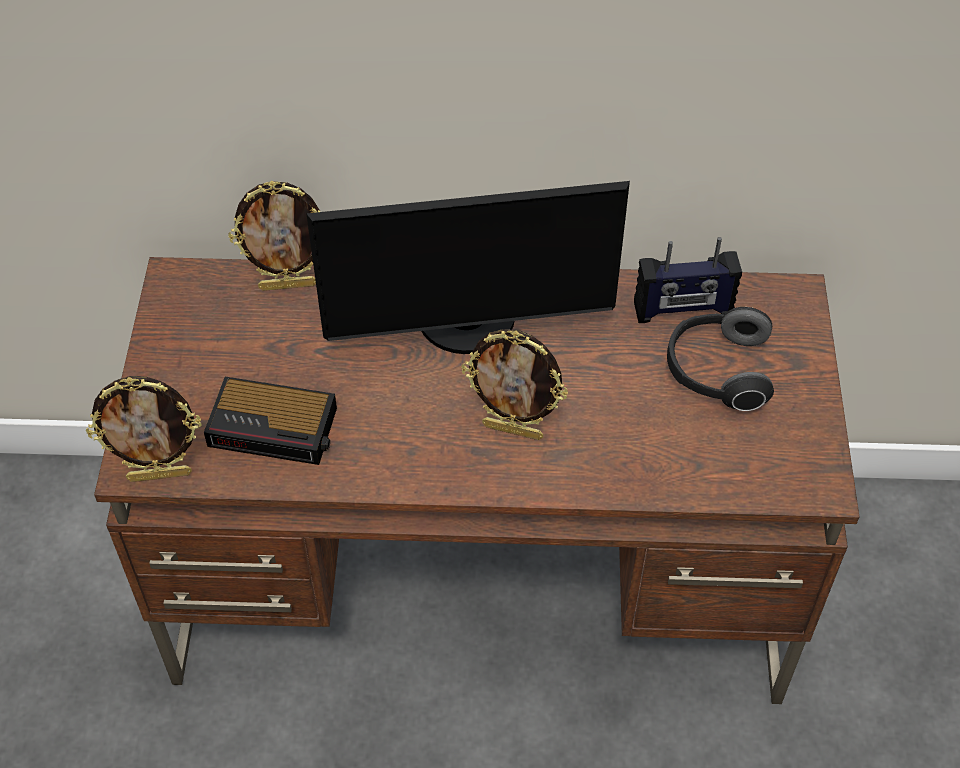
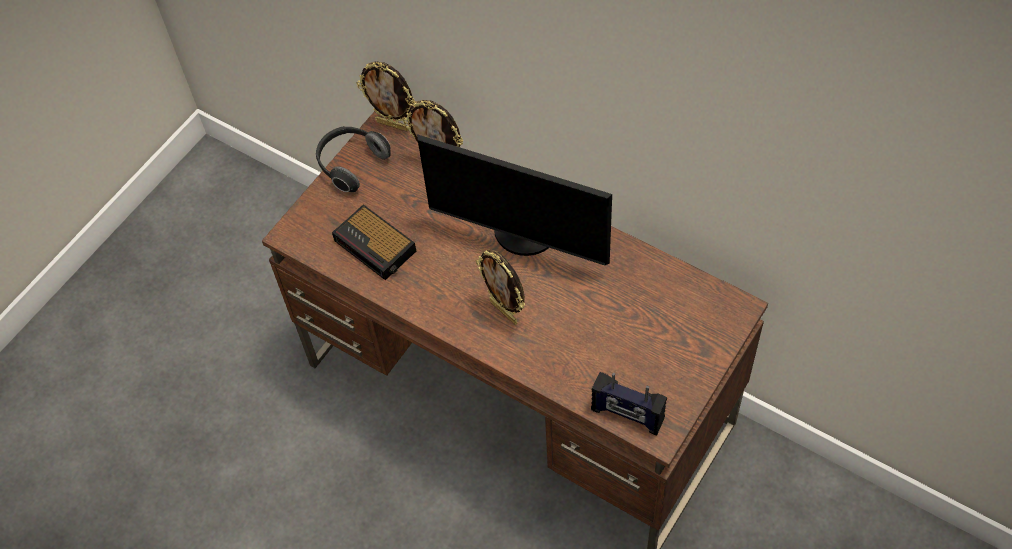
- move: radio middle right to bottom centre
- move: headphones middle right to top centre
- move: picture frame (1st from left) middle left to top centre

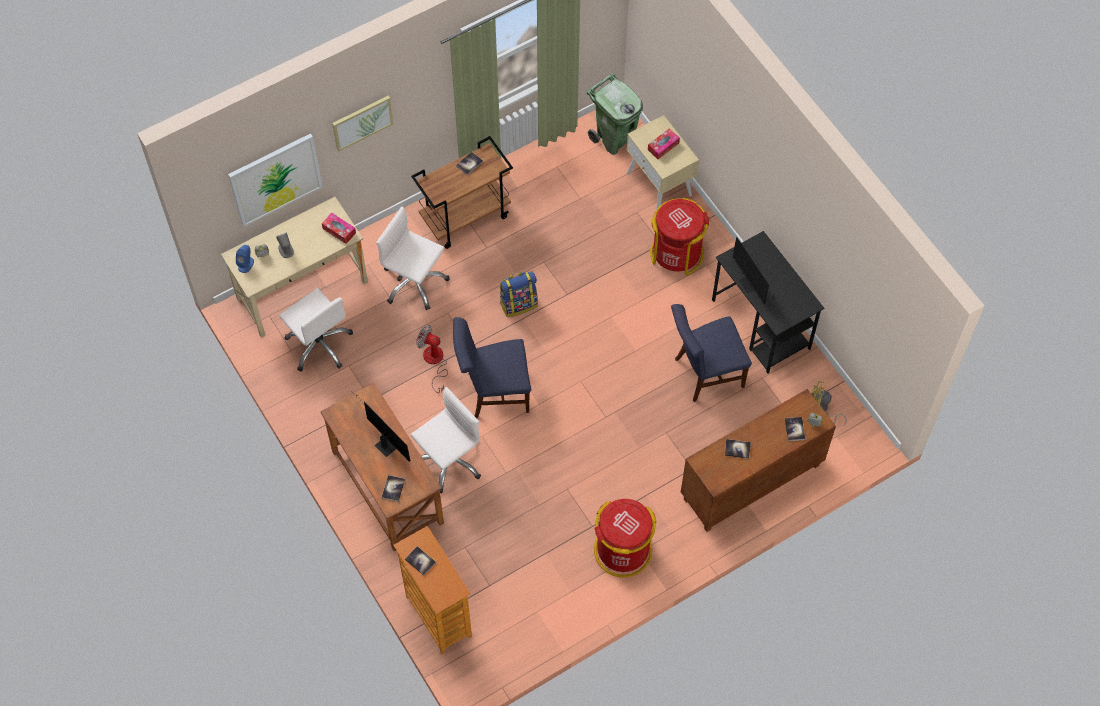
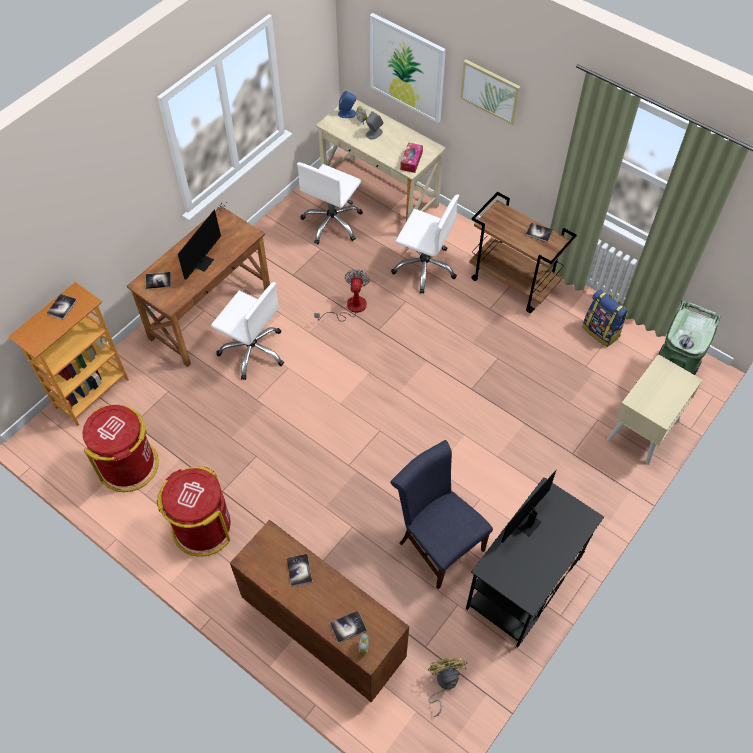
- delete: tissue box (2nd from left) top centre
- move: trash can (red) (2nd from left in the first image) centre to trash can (red) (1st from left) middle left
- rotate: office chair (white) (2nd from left in the first image) centre = top centre 105 degrees clockwise
- move: backpack centre to middle right
- delete: chair (blue) (1st from left) centre

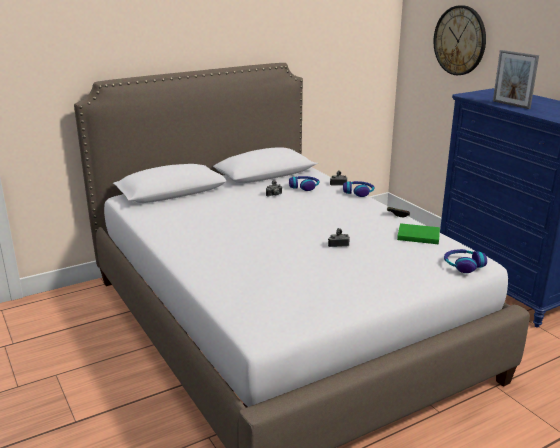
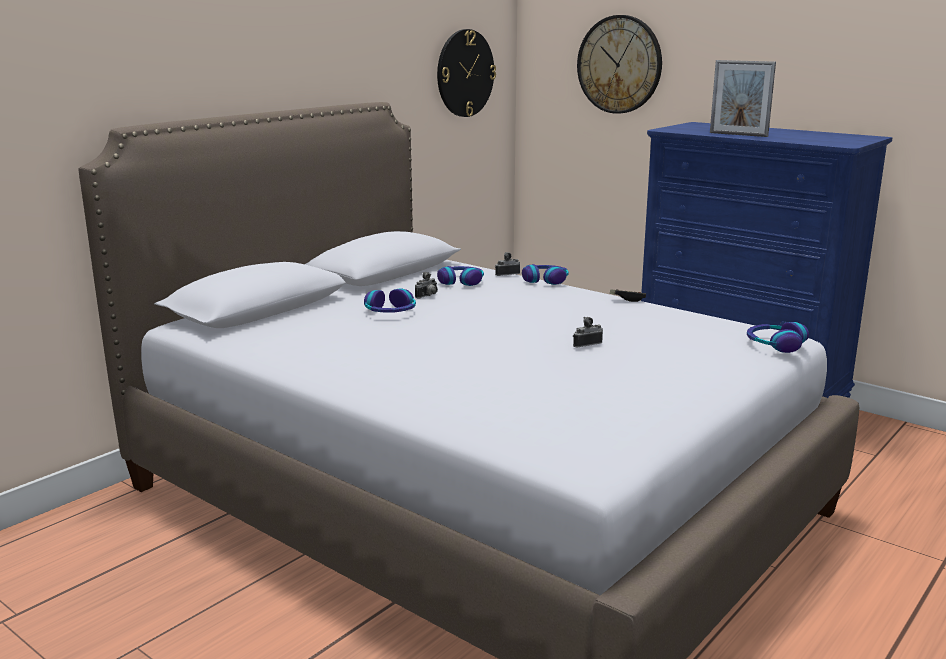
- delete: book (green) middle right
- insert: wall clock (1st from left) top centre
- insert: headphones (1st from left) centre

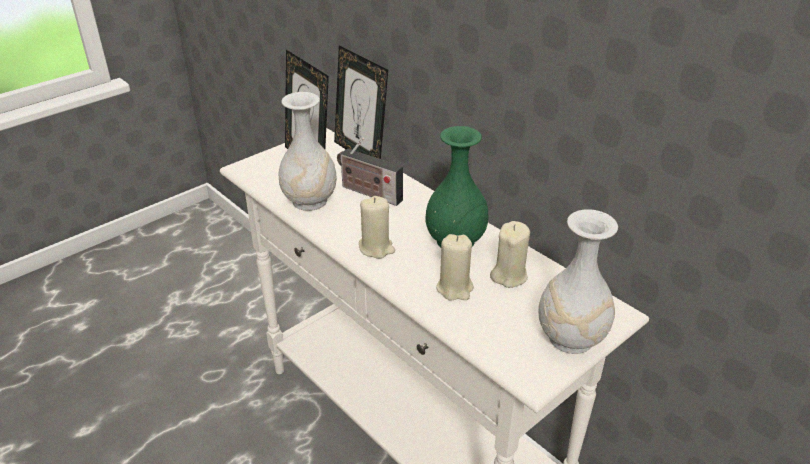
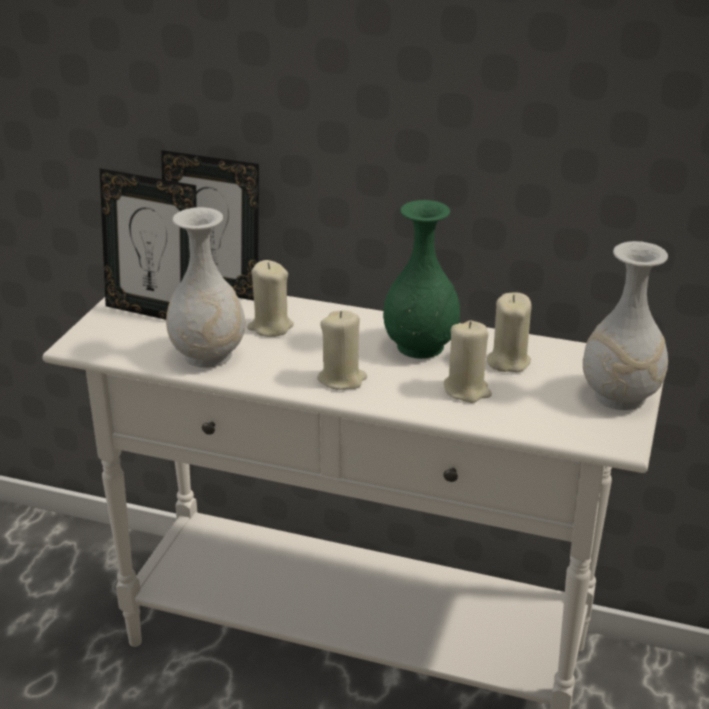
- replace: radio centre to candle (beige) (1st from left) centre

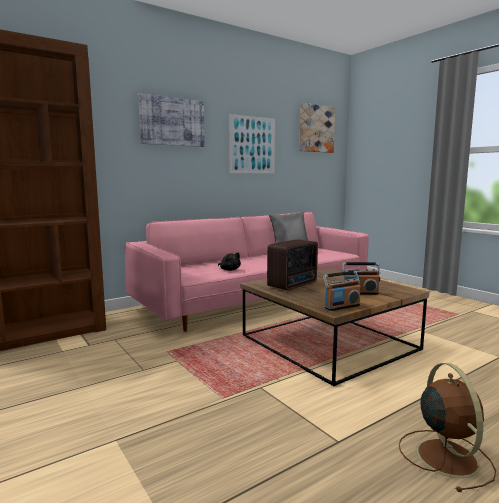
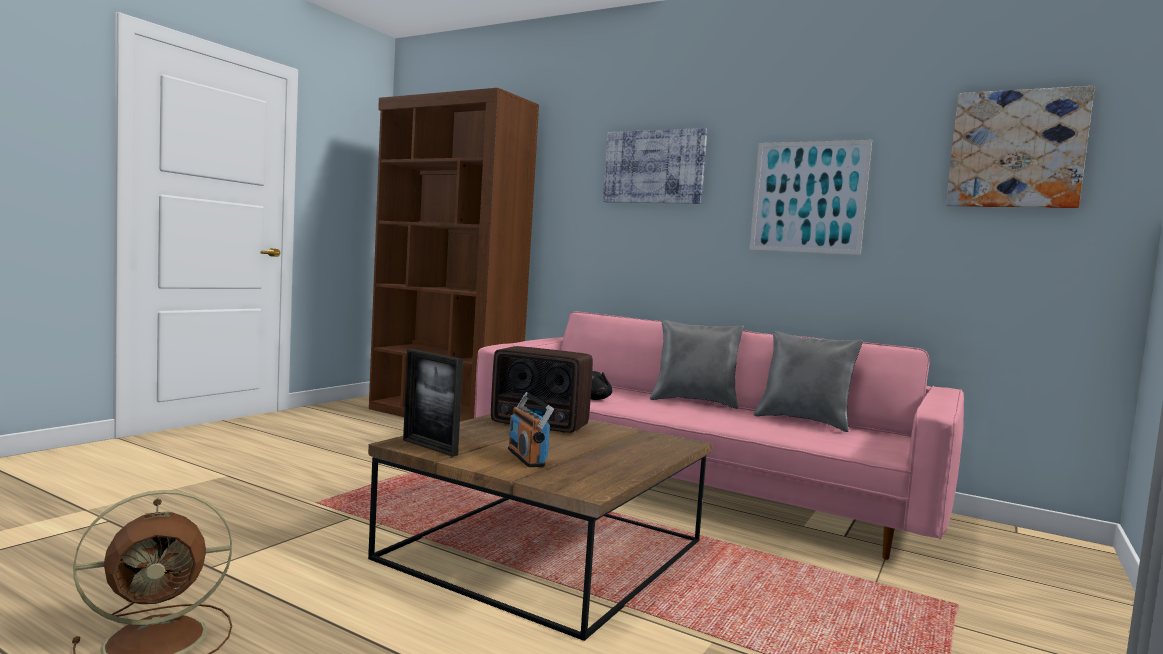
- replace: radio (2nd from left) middle right to picture frame centre
- insert: pillow (grey) (1st from left) centre

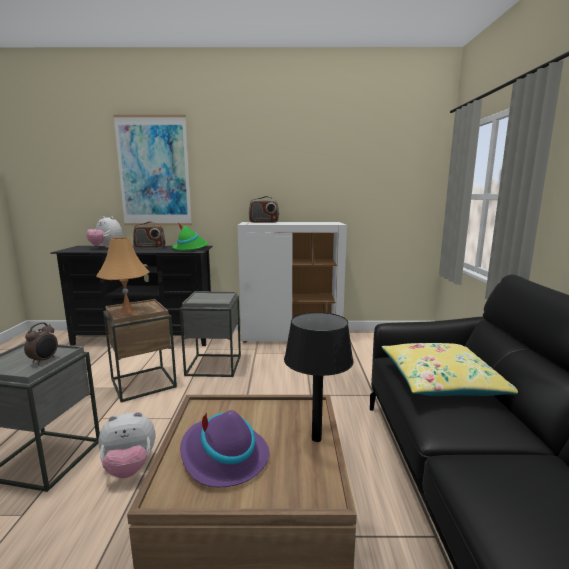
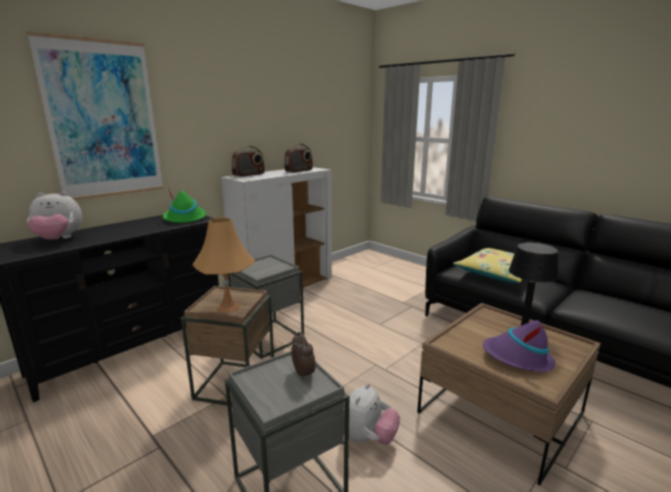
- move: radio (1st from left in the first image) middle left to radio (2nd from left) top centre

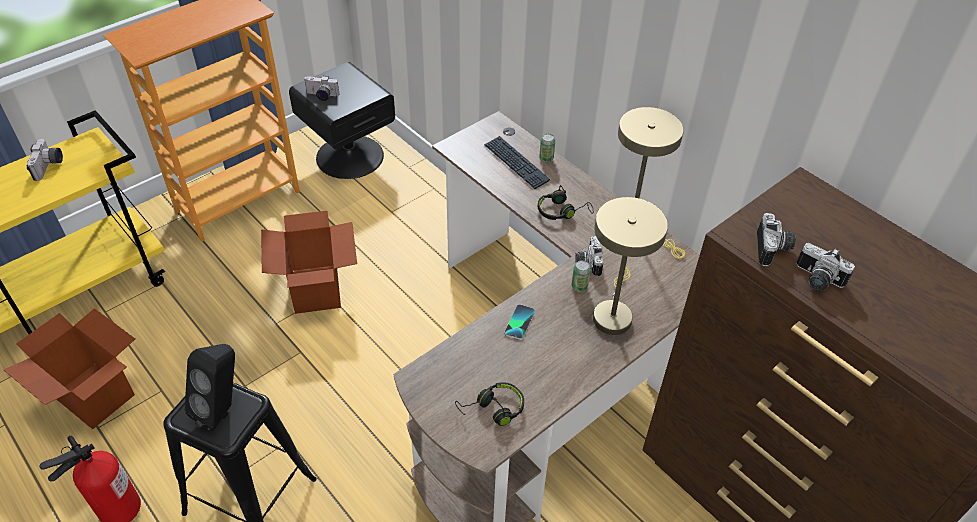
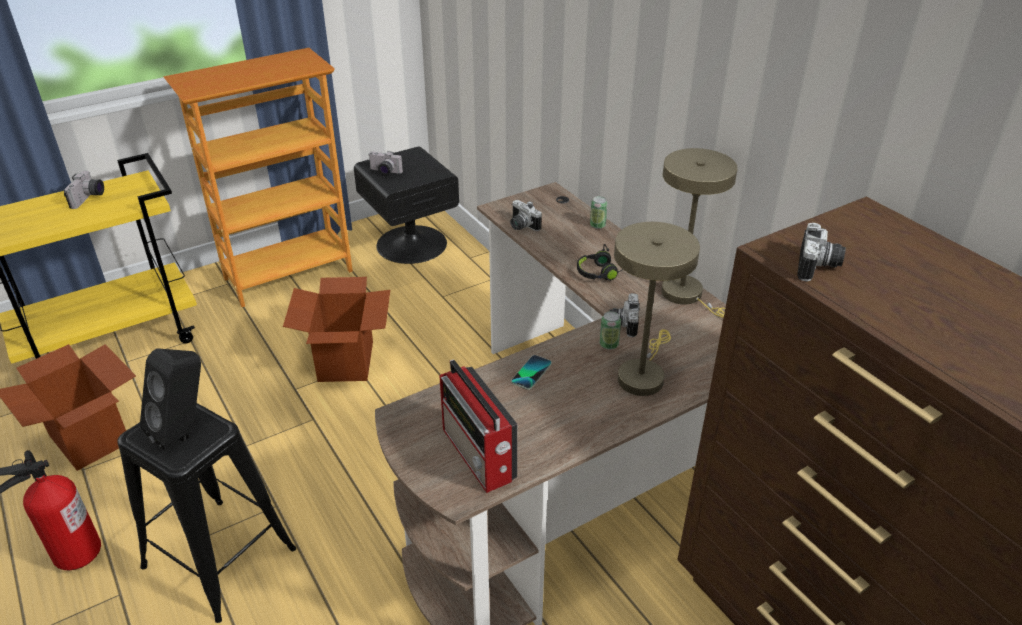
- delete: keyboard top centre
- move: photo camera (5th from left in the first image) middle right to photo camera (3rd from left) centre
- replace: headphones (black) (1st from left) bottom centre to radio bottom centre

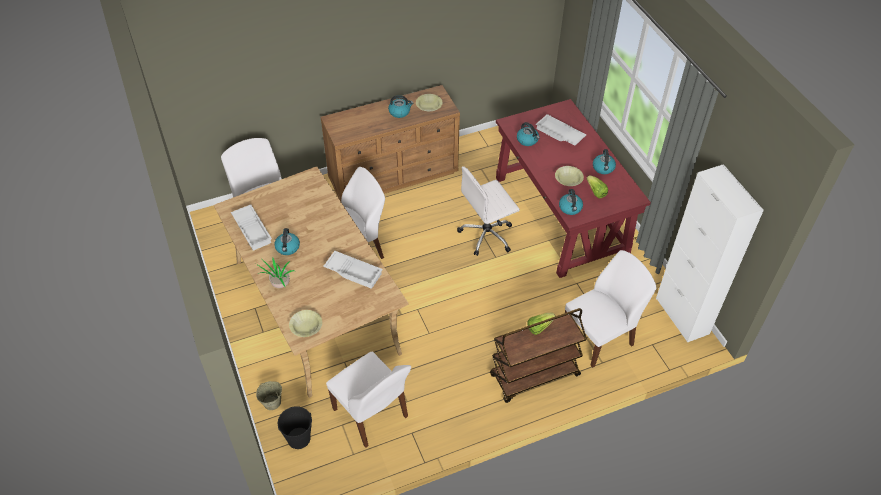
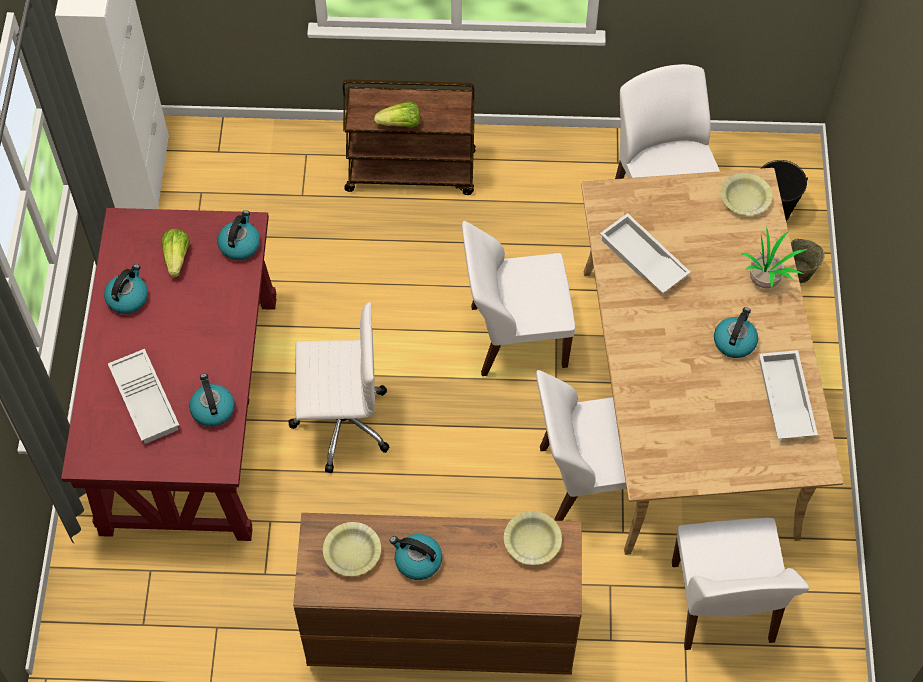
- move: bowl (yellow) (3rd from left in the first image) centre to bowl (yellow) (2nd from left) bottom centre
- move: chair (white) (4th from left in the first image) middle right to chair (white) (1st from left) centre

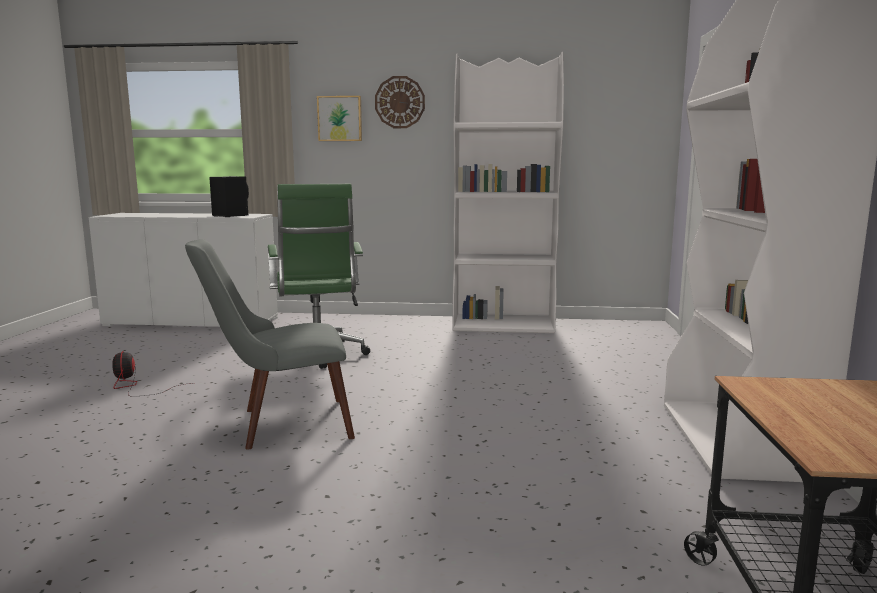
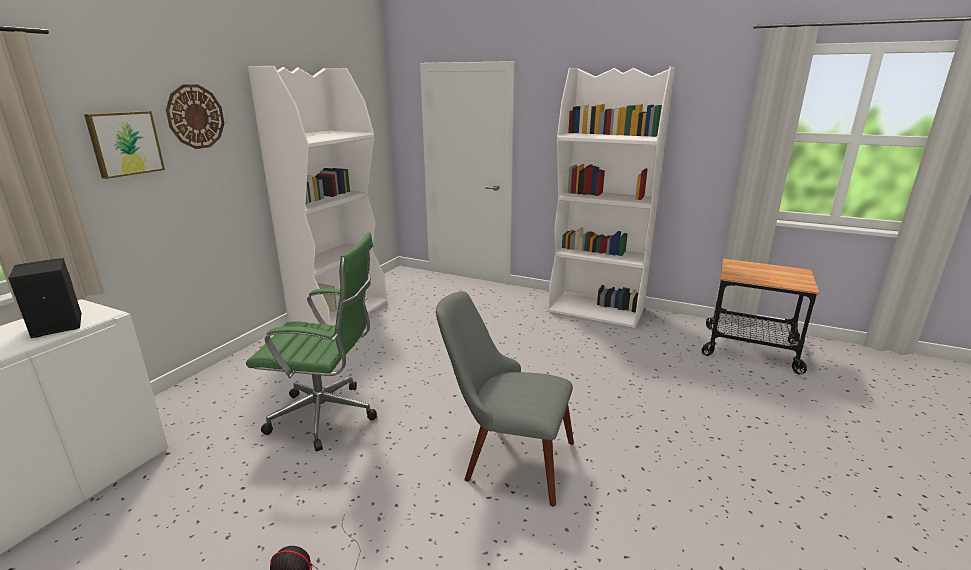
- rotate: chair (grey) middle left = bottom centre 105 degrees clockwise

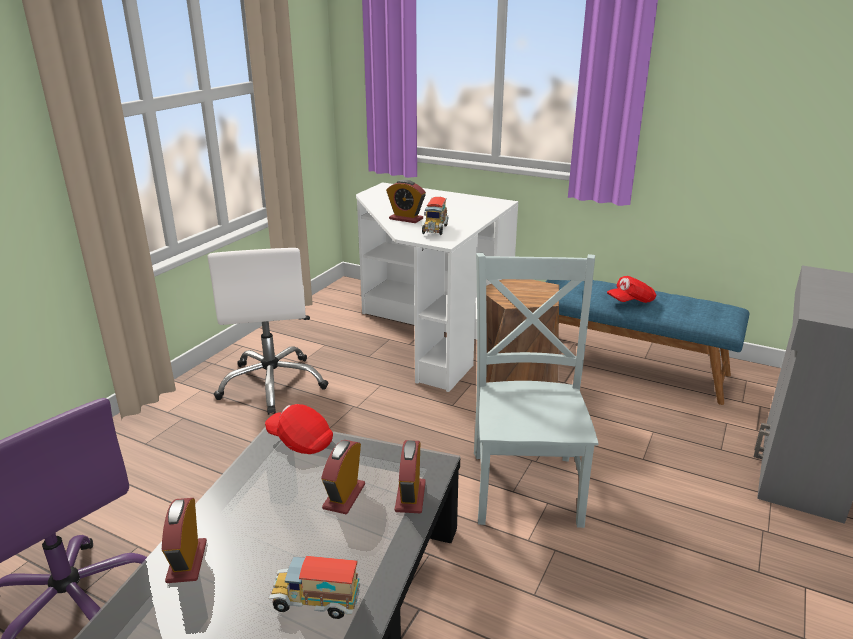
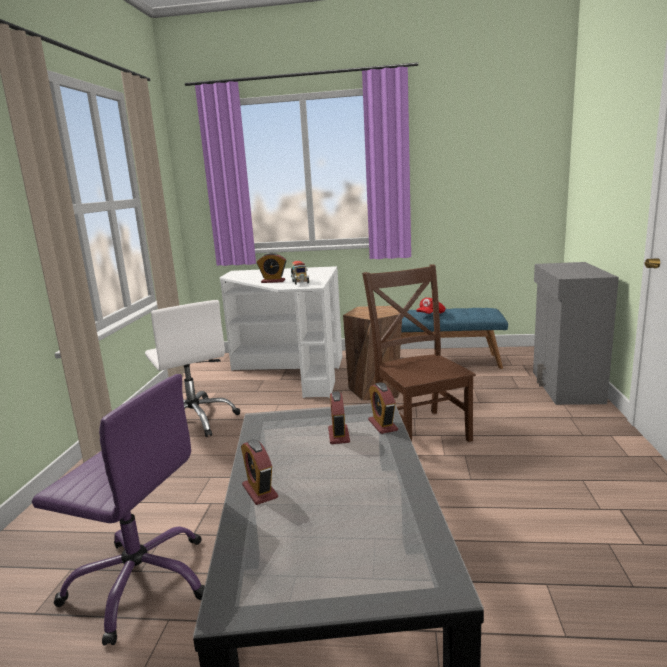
- recolor: chair (grey) centre to chair (brown) centre
- delete: cap (red) (1st from left) bottom centre
- delete: toy truck (1st from left) bottom centre

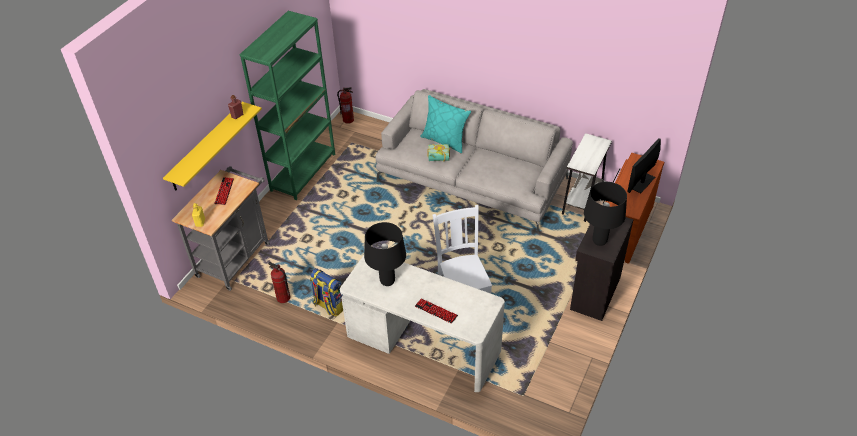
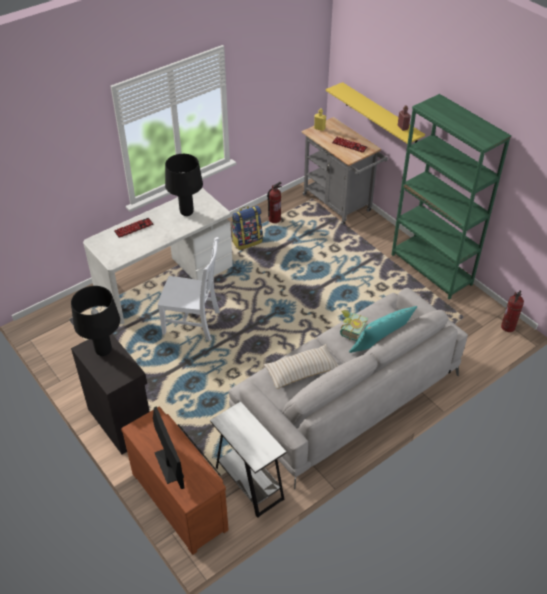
- insert: pillow (beige) centre

